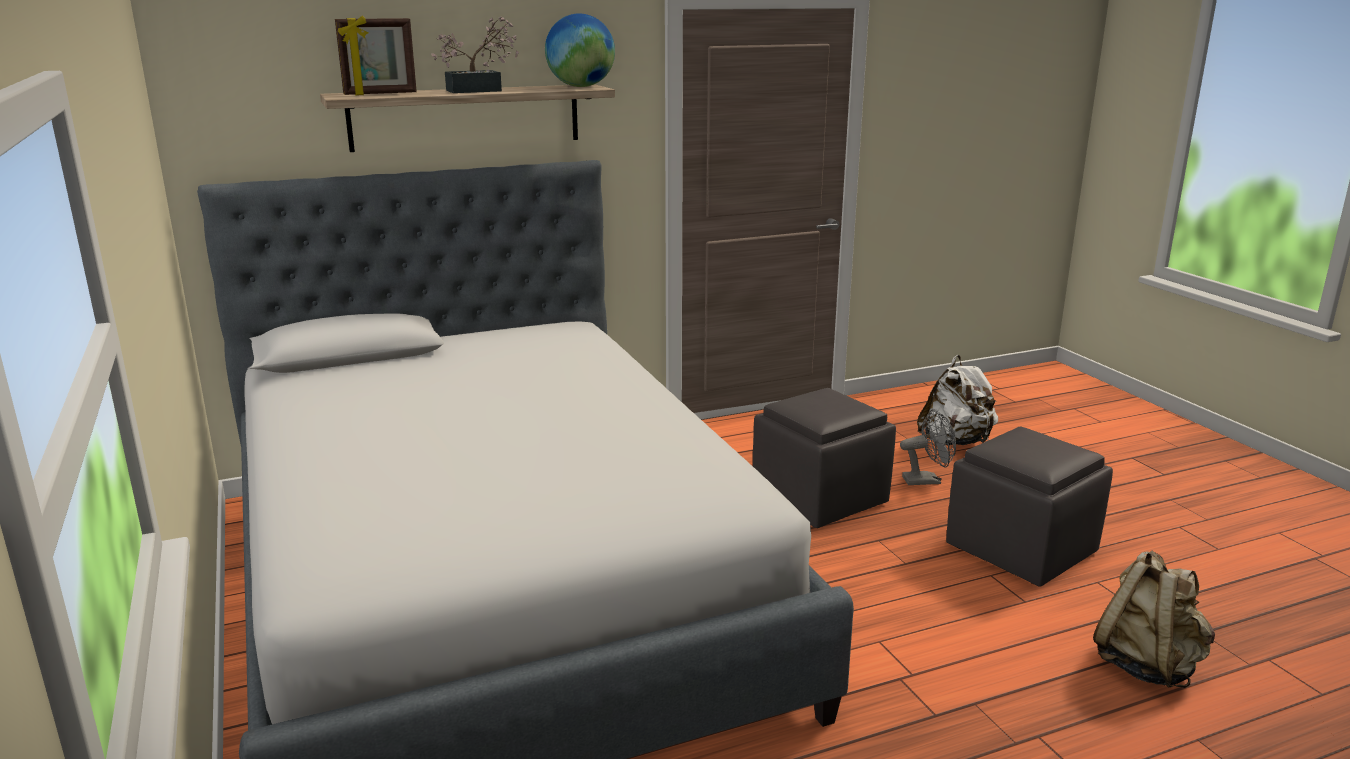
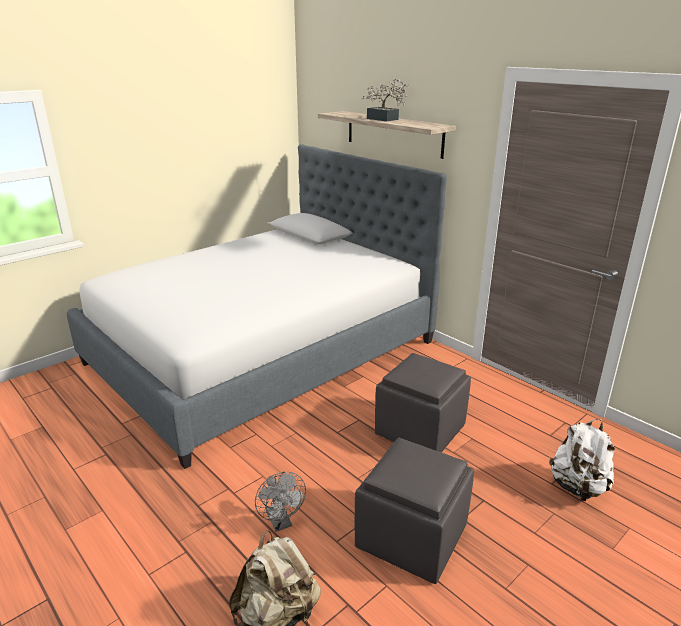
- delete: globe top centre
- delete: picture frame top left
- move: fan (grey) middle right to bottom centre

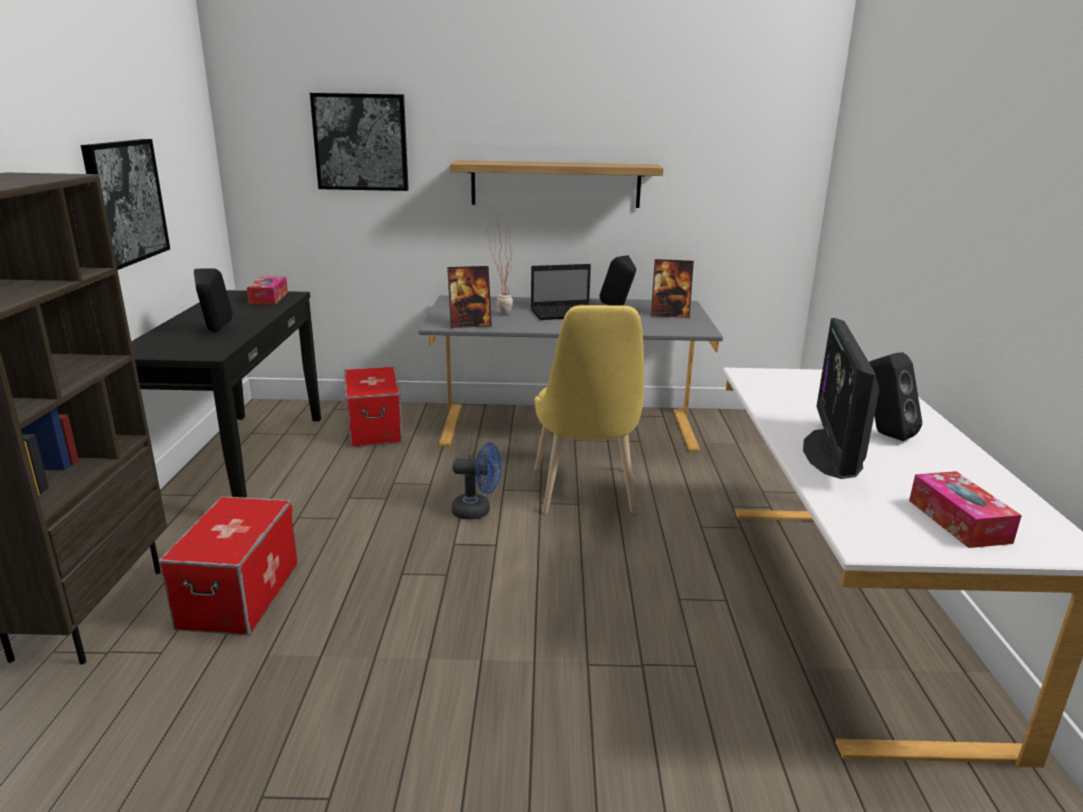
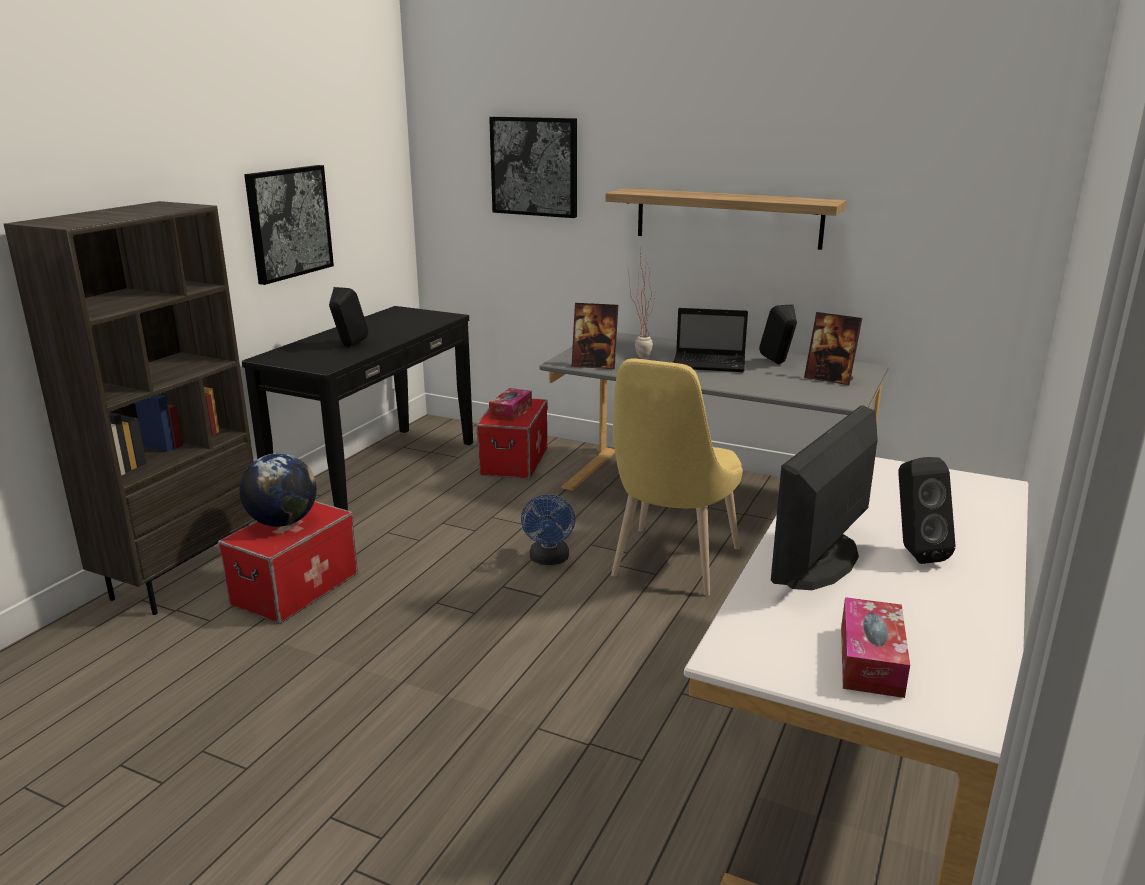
- move: tissue box (1st from left) middle left to centre
- rotate: fan (blue) centre = centre 60 degrees clockwise
- insert: globe middle left

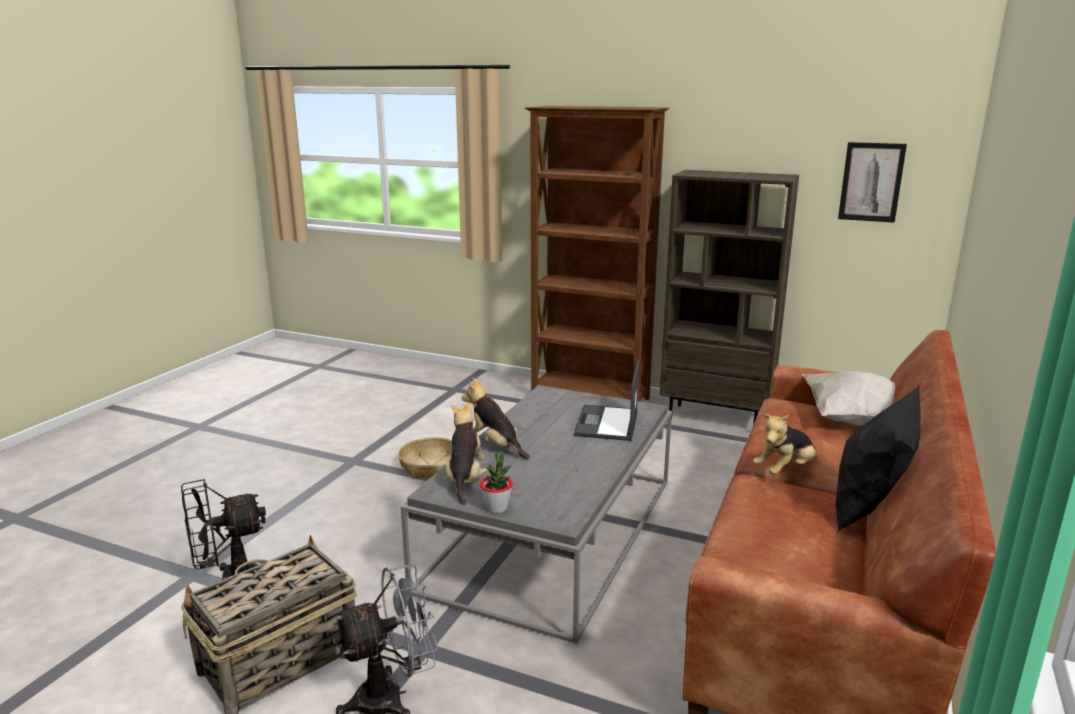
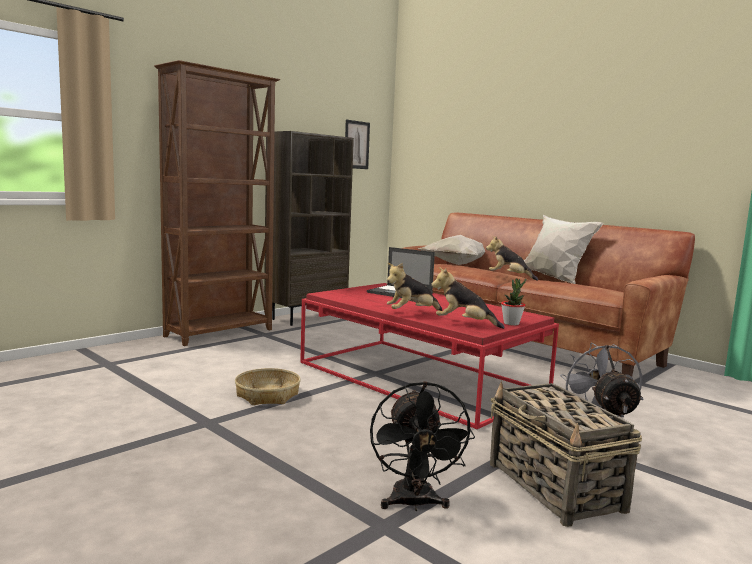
- recolor: coffee table (grey) bottom centre to coffee table (red) centre
- recolor: pillow (black) middle right to pillow (white) (2nd from left) middle right
- rotate: plush toy (3rd from left) middle right = middle right 135 degrees clockwise

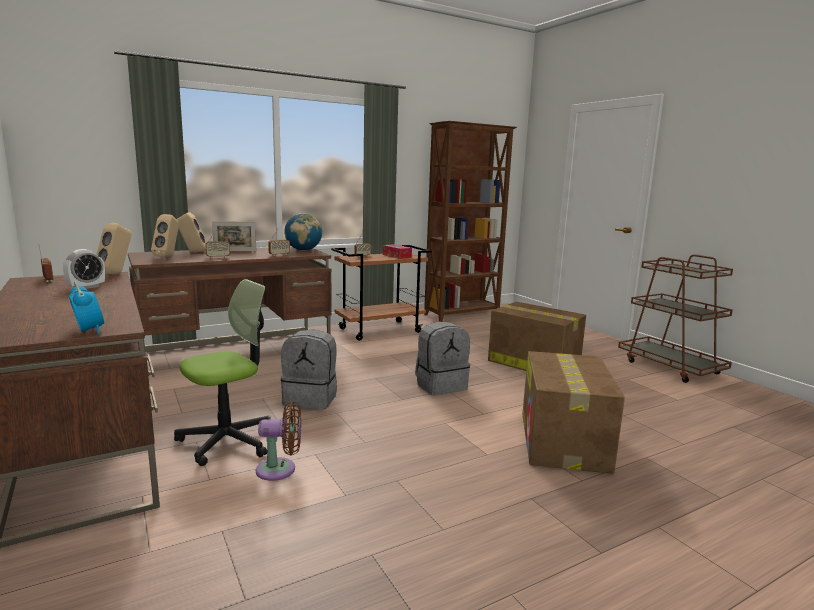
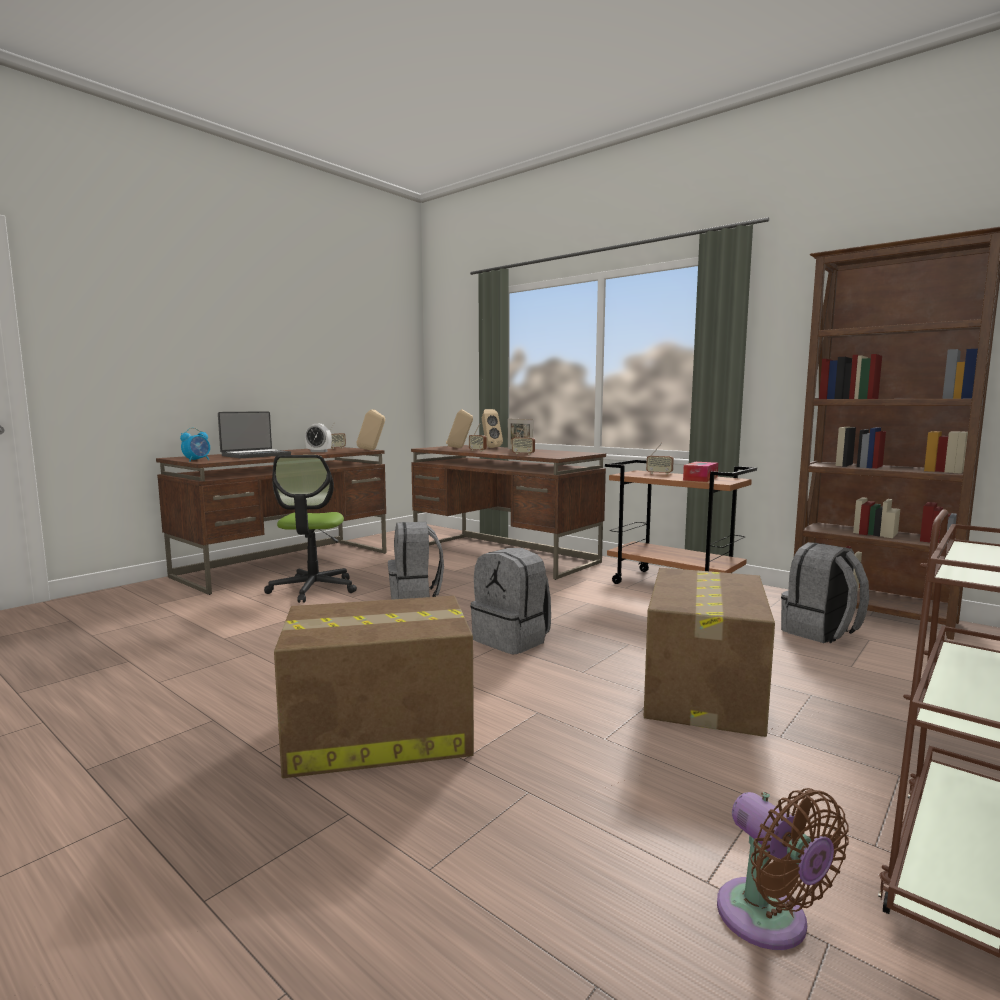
- delete: globe centre
- rotate: office chair middle left = middle left 60 degrees clockwise
- move: fan (brown) bottom centre to bottom right
- insert: laptop middle left
- insert: backpack (grey) (3rd from left) middle right

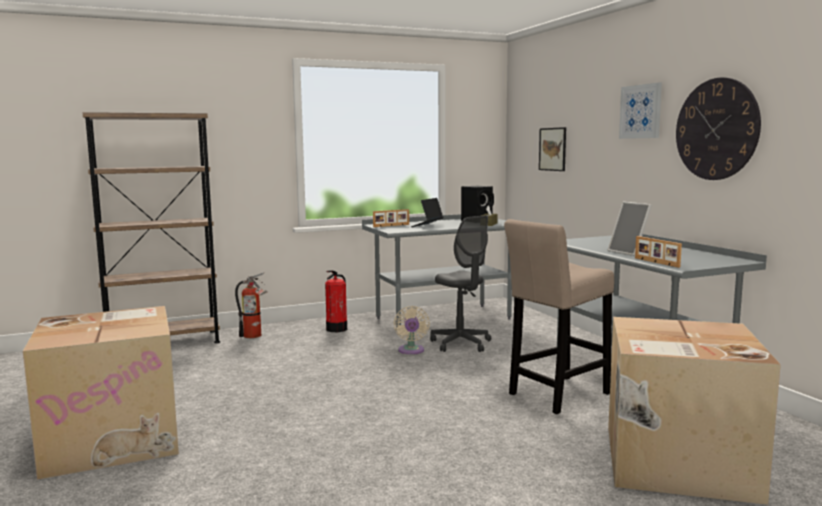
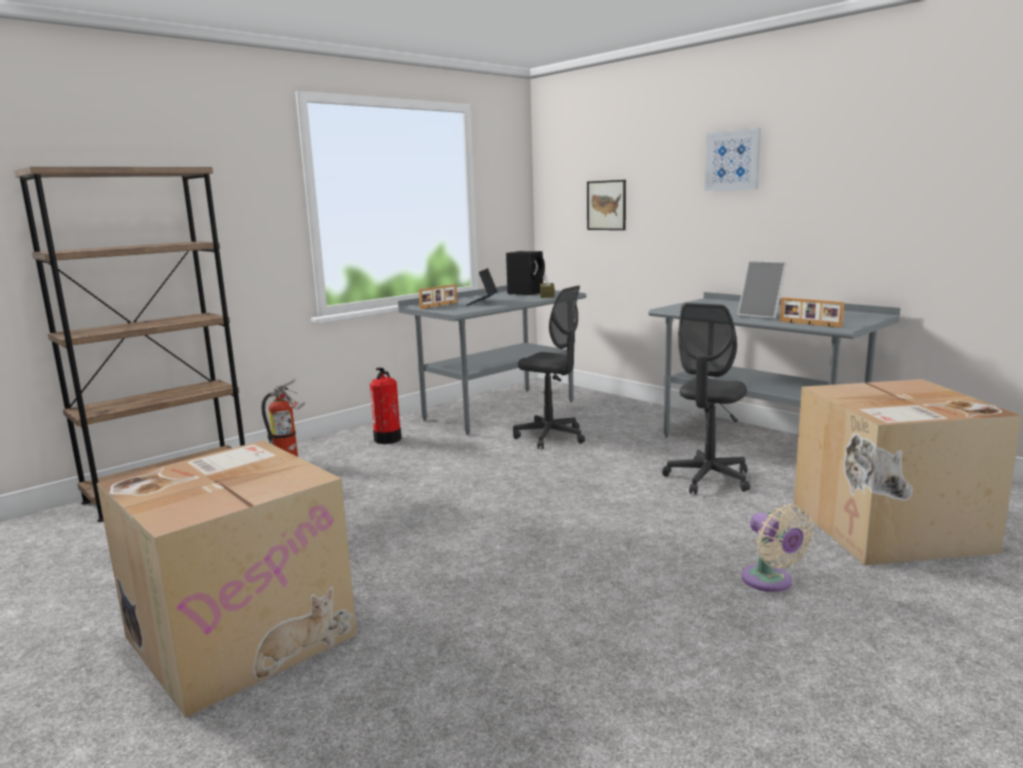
- delete: wall clock top right
- replace: stool (beige) middle right to office chair (grey) (2nd from left) middle right
- move: fan (beige) centre to bottom right

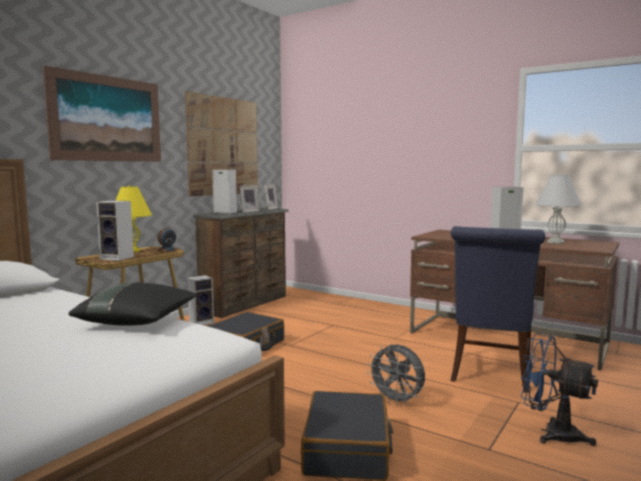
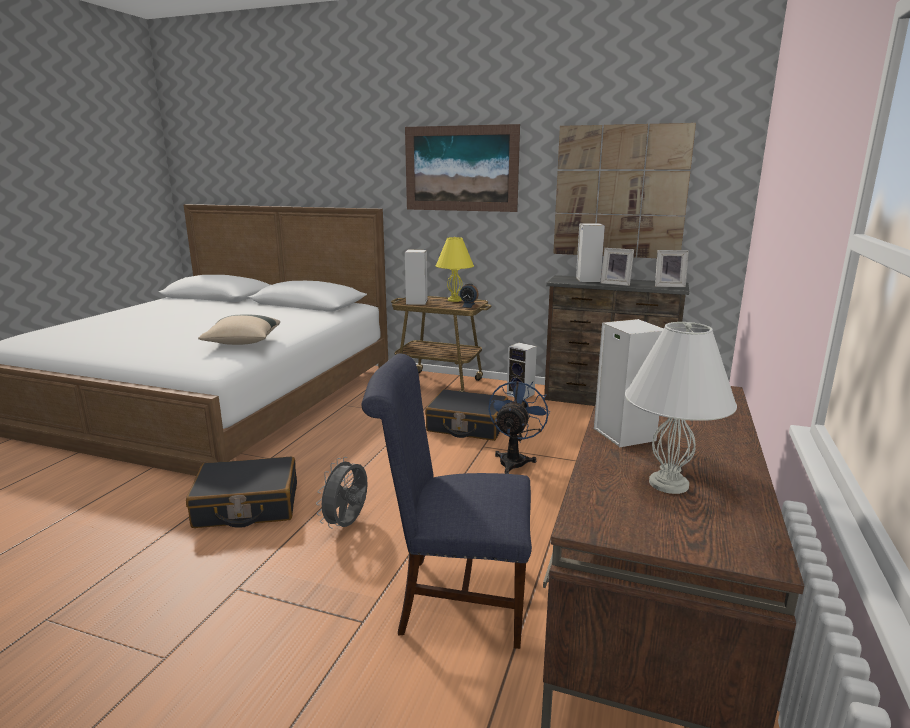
- recolor: pillow (black) middle left to pillow (beige) middle left
- move: fan (blue) bottom right to centre

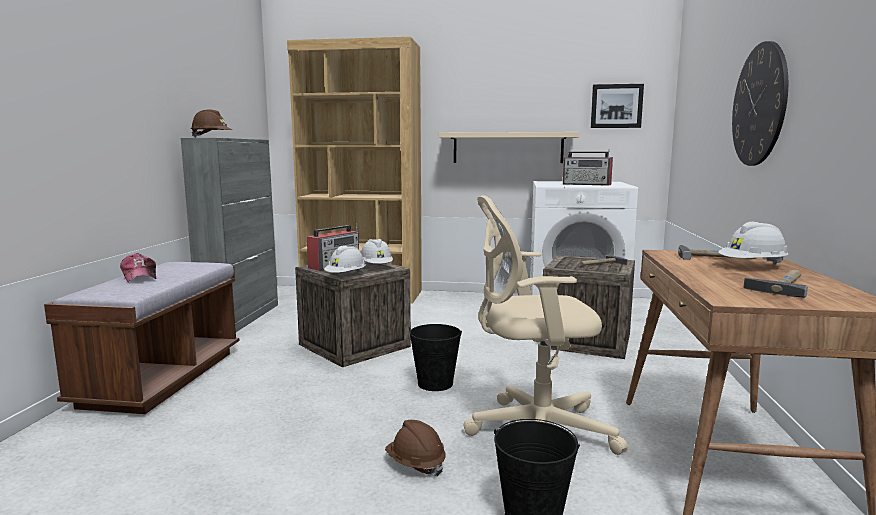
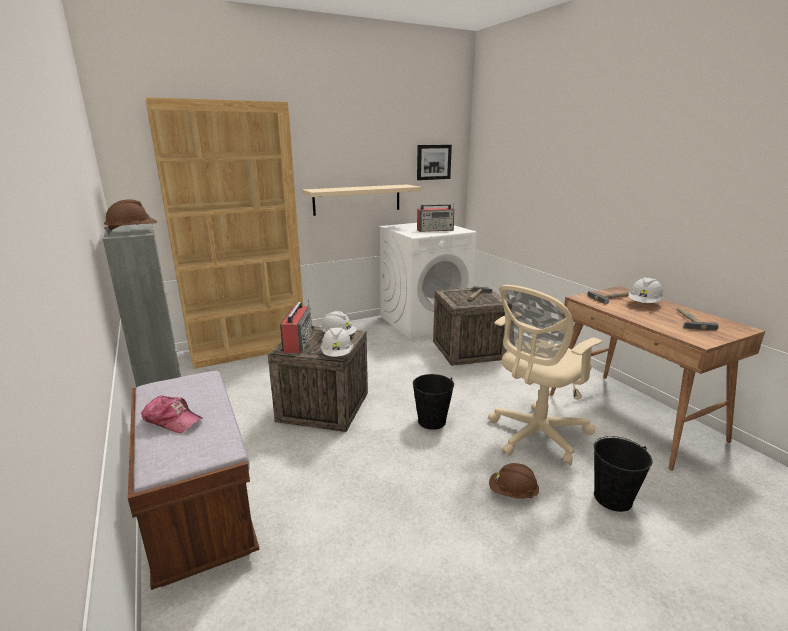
- delete: wall clock top right

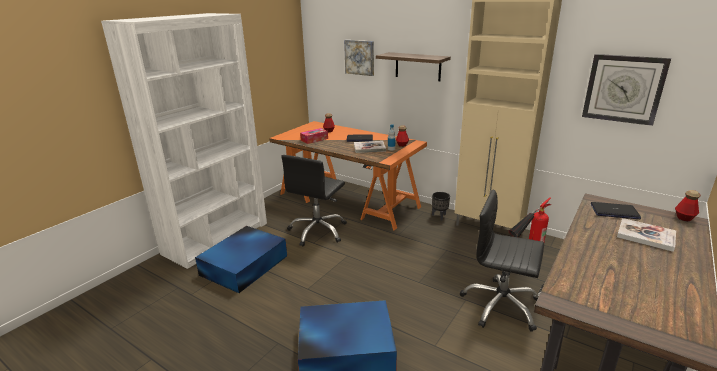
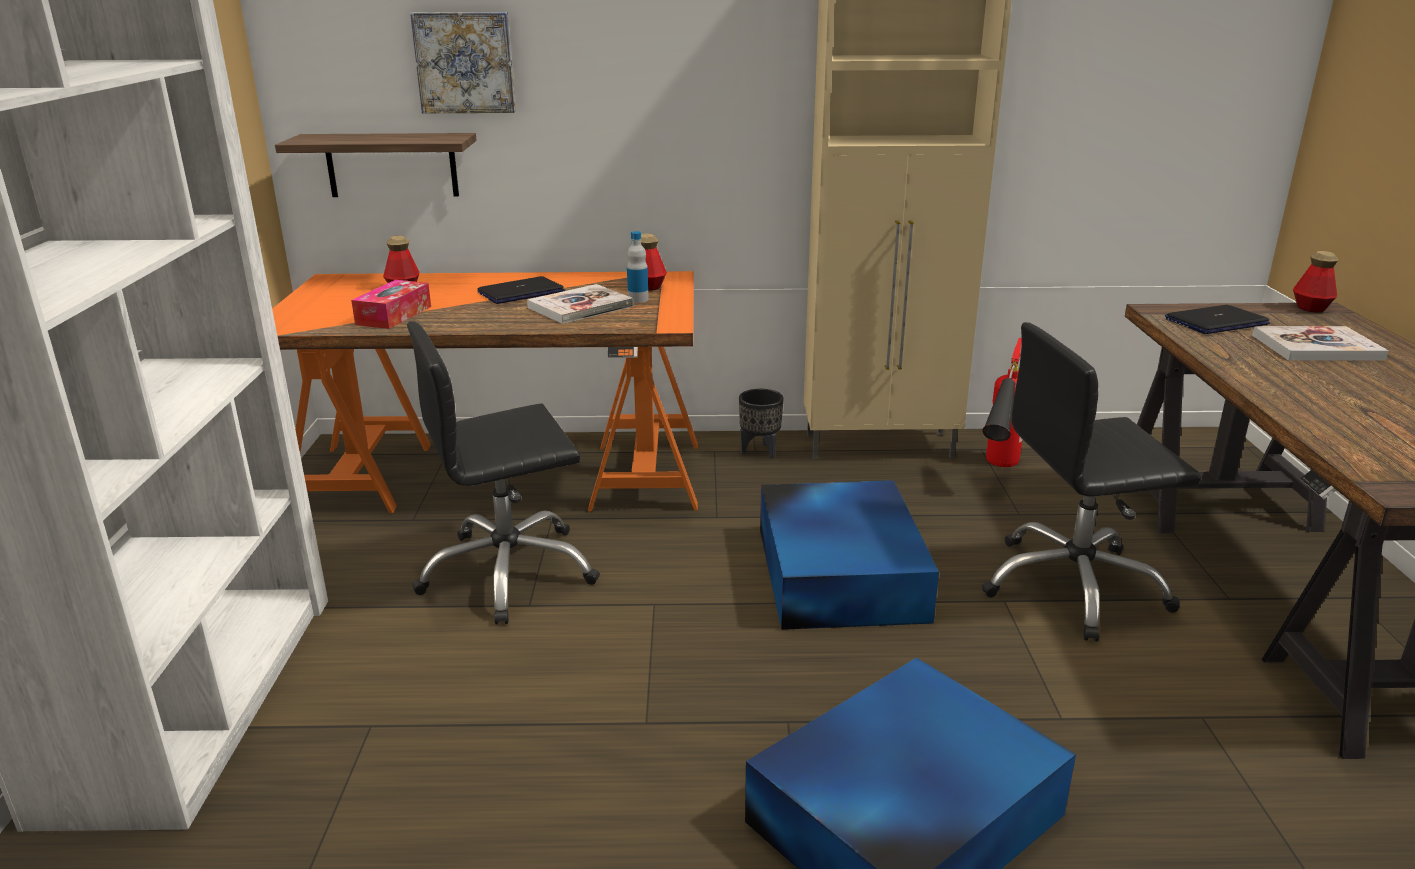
- move: shelf top centre to top left
- delete: wall clock top right
- rotate: office chair (black) (1st from left) centre = centre 75 degrees clockwise
- move: storage box (blue) (1st from left) bottom centre to centre

